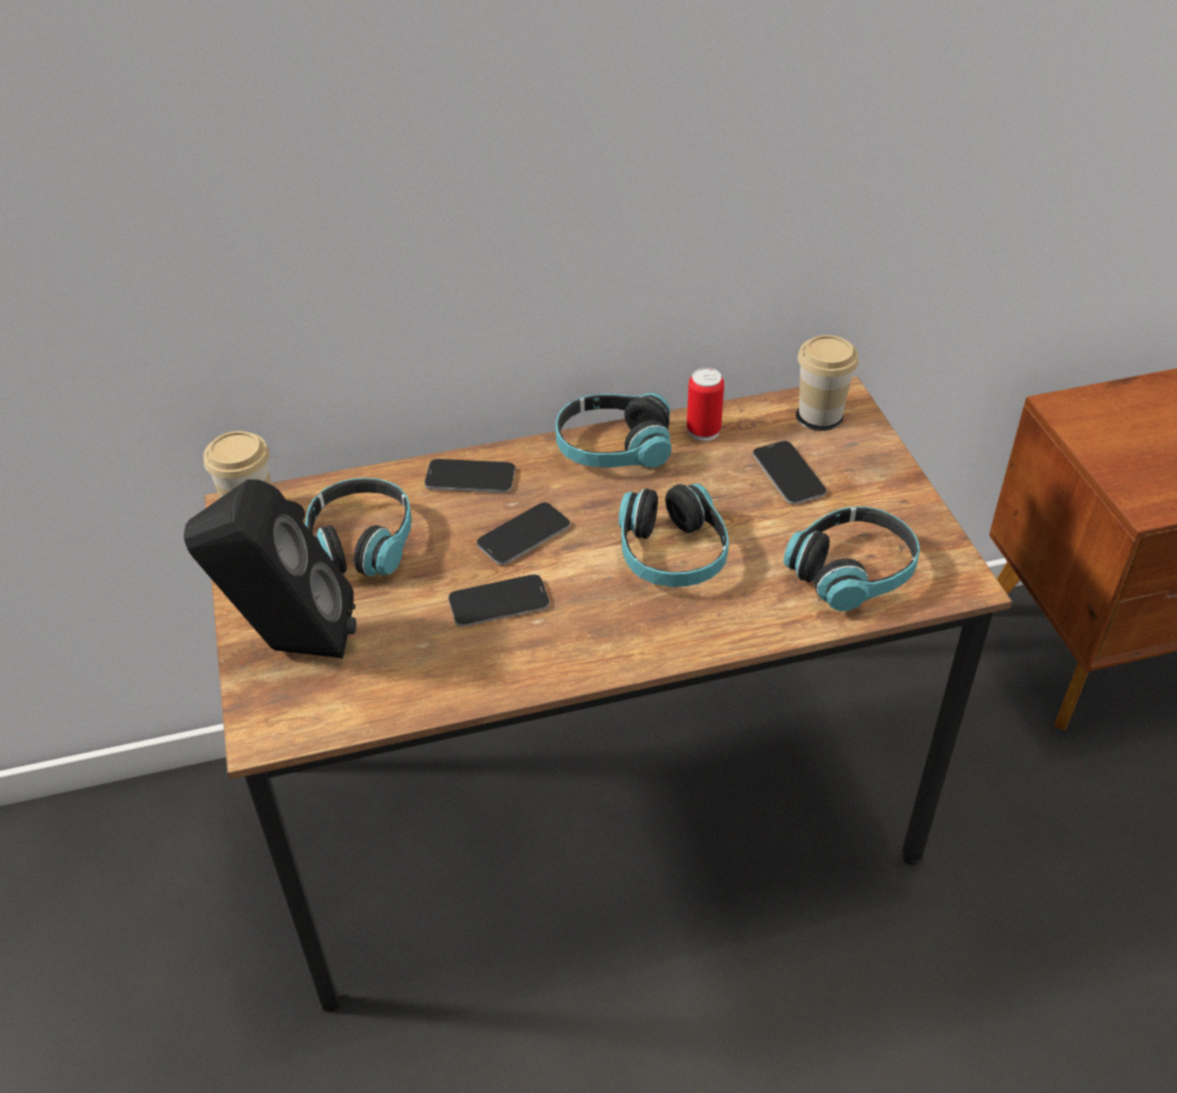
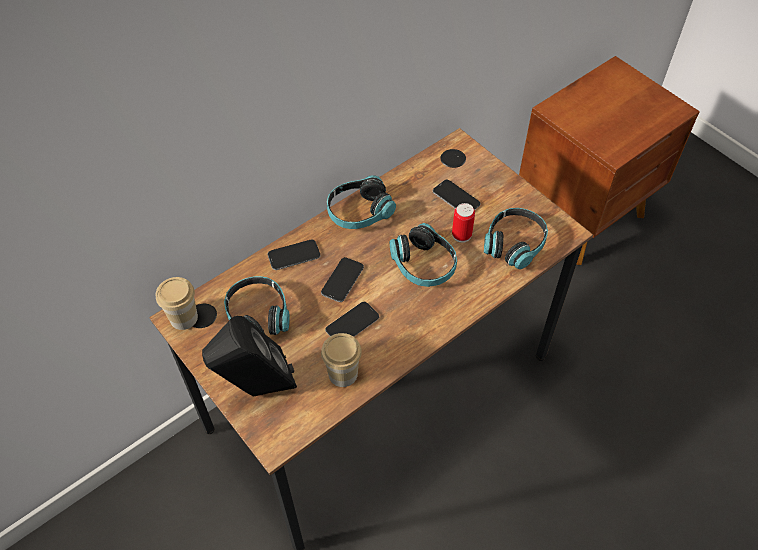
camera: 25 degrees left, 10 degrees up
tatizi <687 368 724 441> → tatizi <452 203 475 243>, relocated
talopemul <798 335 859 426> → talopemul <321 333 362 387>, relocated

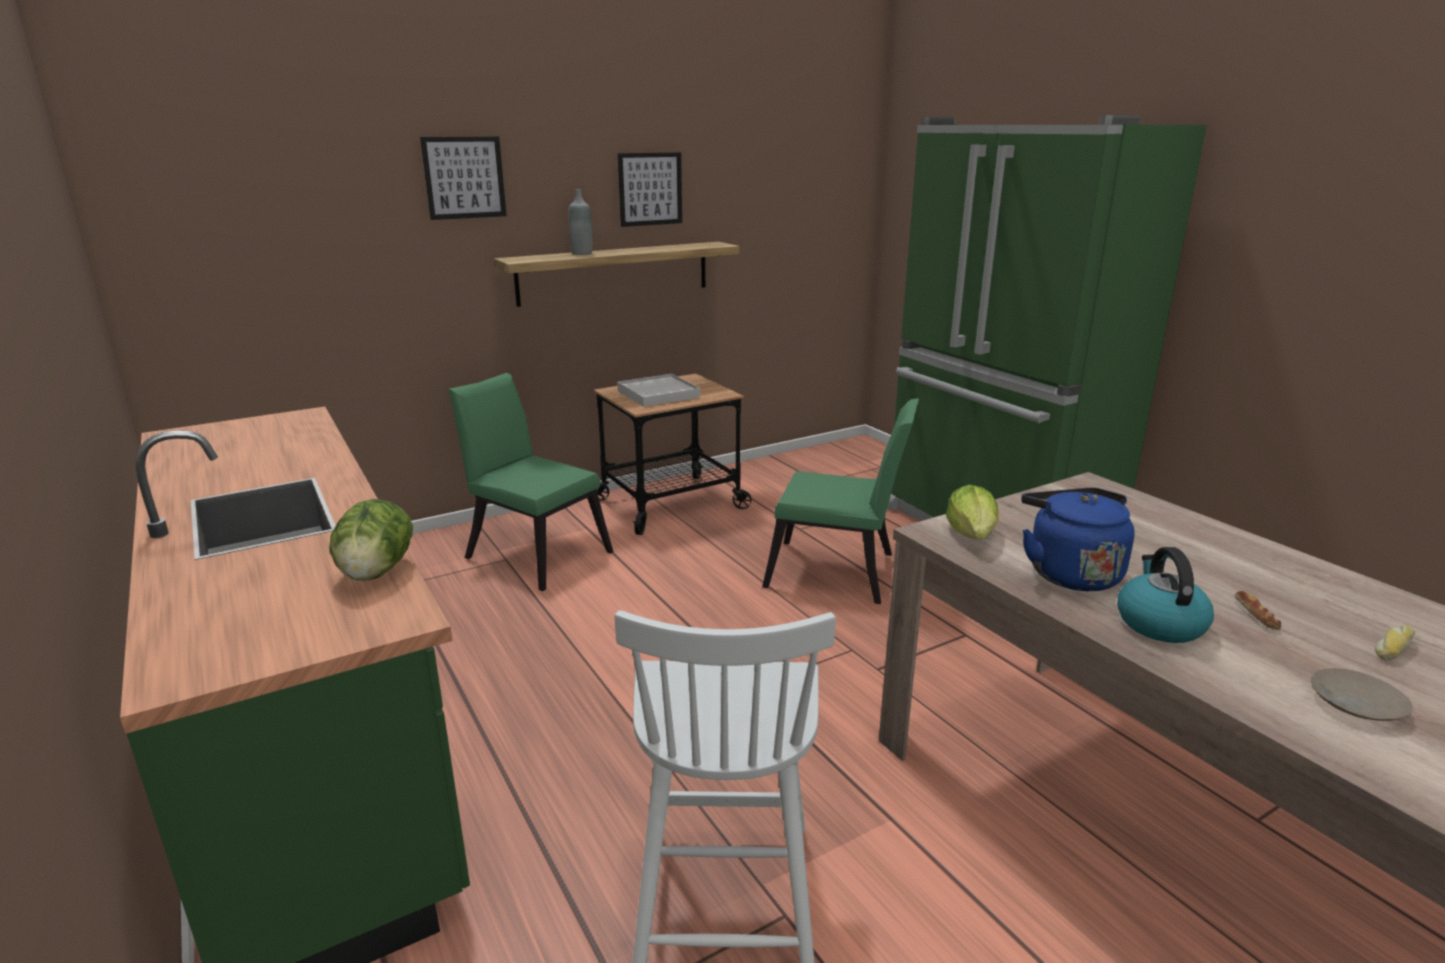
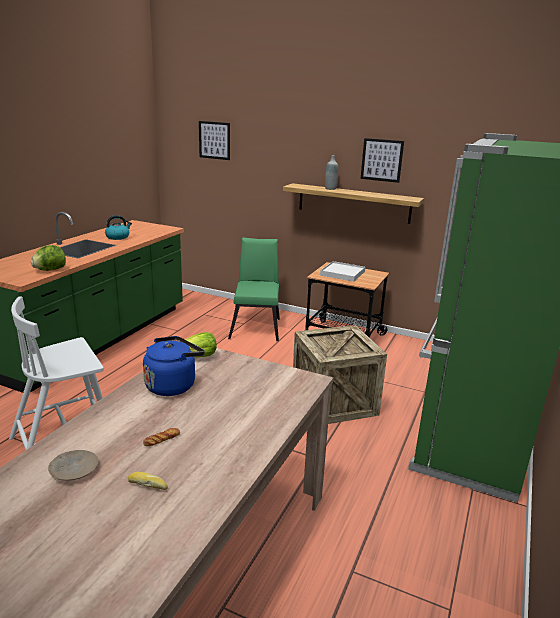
camera: 55 degrees right, 0 degrees up
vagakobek <420 137 507 220> → vagakobek <199 121 230 160>, relocated
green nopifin <762 398 919 604> → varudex <293 325 387 424>
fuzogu <1117 547 1214 643> → fuzogu <105 215 132 240>, relocated

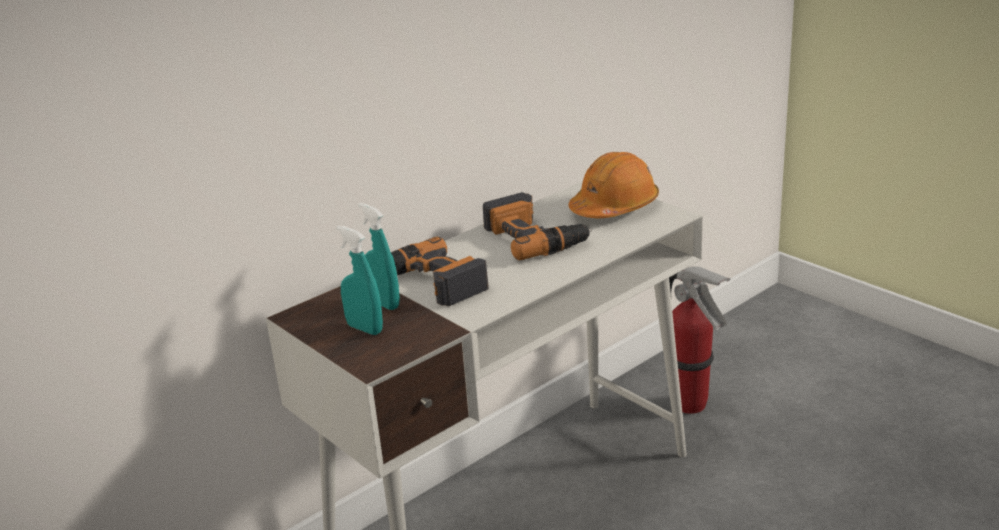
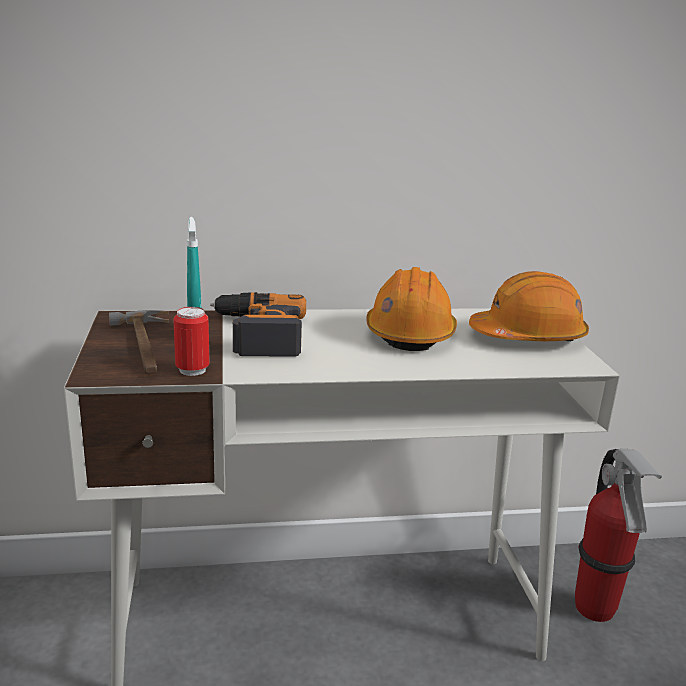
camera: 30 degrees right, 5 degrees down
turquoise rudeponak <336 226 383 335> → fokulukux <109 310 169 373>
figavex <483 192 592 261> → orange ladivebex <366 267 457 351>
- → tatizi <173 307 210 376>

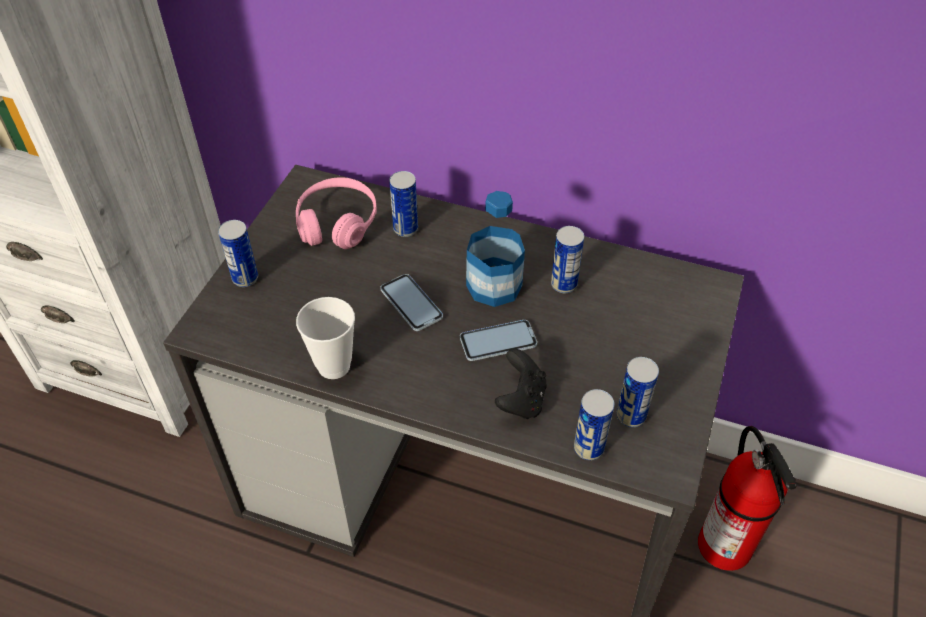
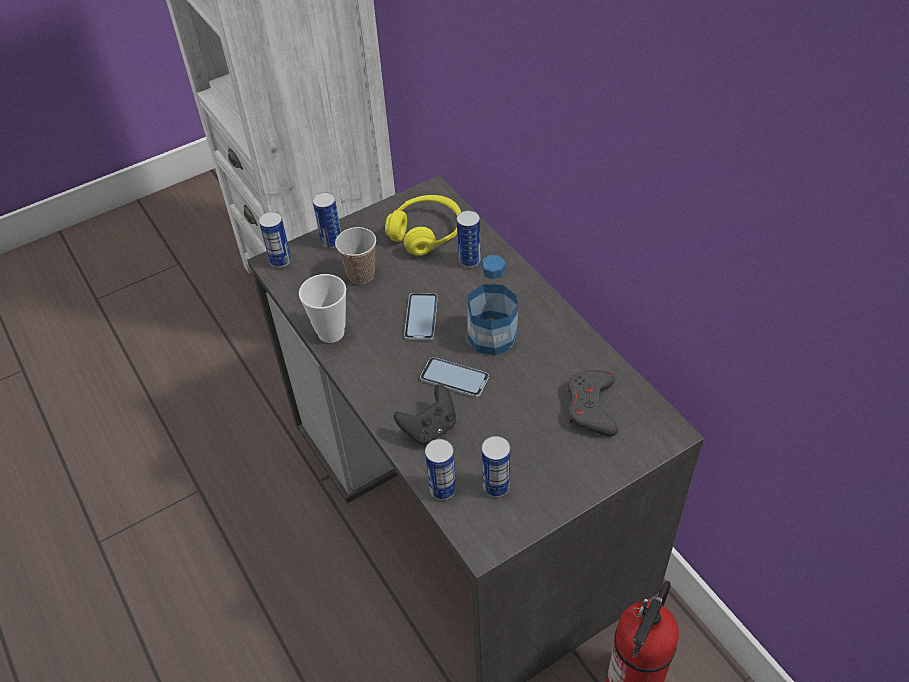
camera: 40 degrees right, 0 degrees up
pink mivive <296 177 377 249> → yellow mivive <385 195 461 256>
tatizi <551 226 584 293> → tatizi <259 212 291 269>, relocated
- → talopemul <335 227 376 284>
- → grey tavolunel <568 370 618 436>

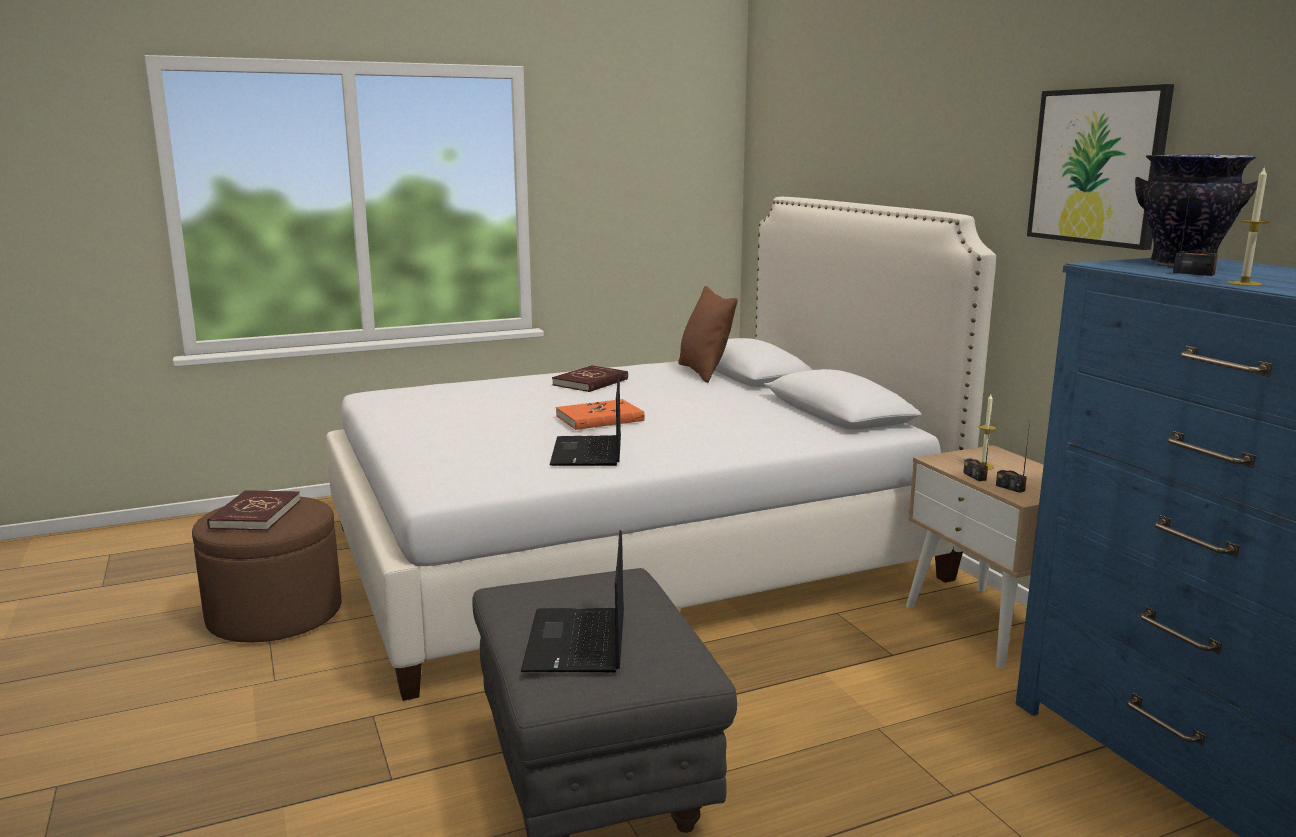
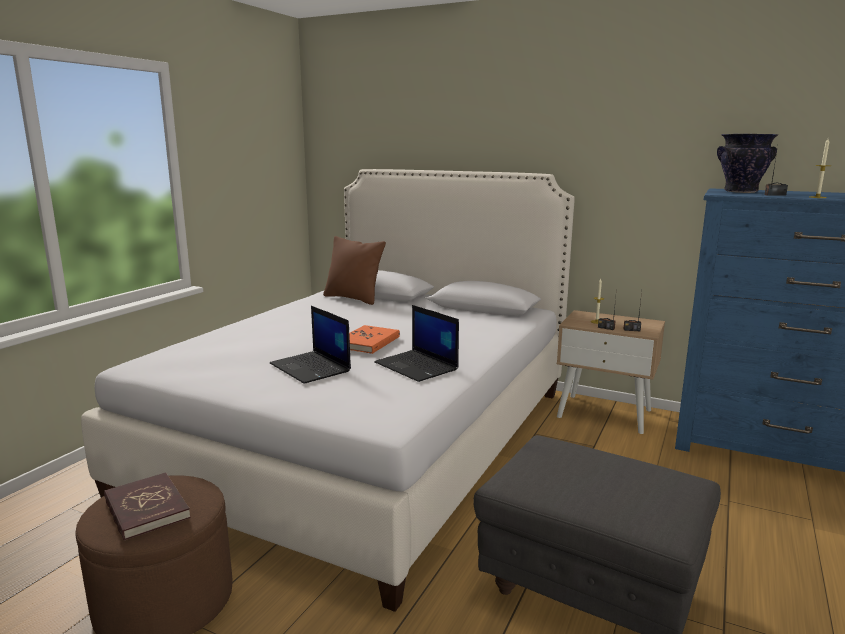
camera: 40 degrees left, 0 degrees up
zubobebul <521 530 624 673> → zubobebul <270 306 351 384>, relocated
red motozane <552 365 628 392> → -
vagakobek <1027 84 1174 250> → -

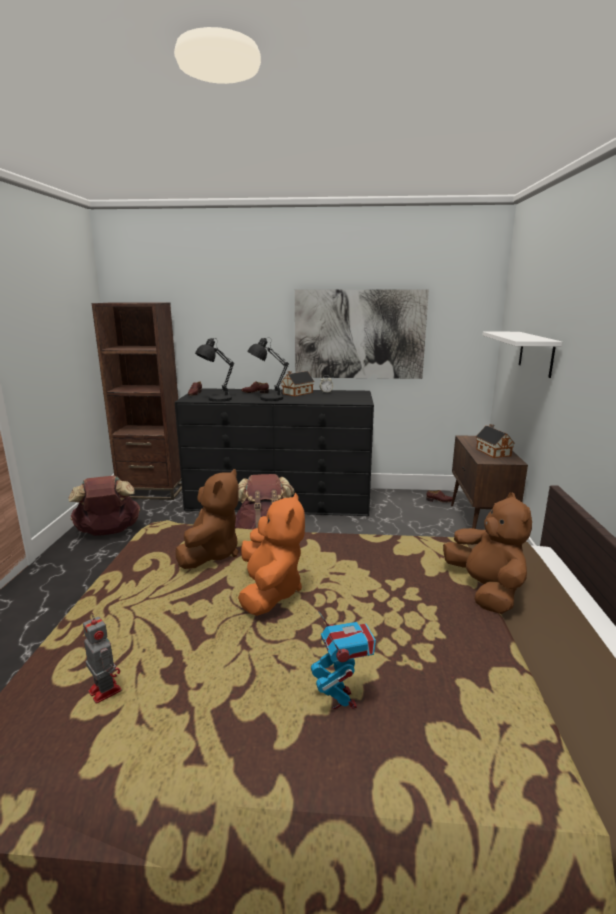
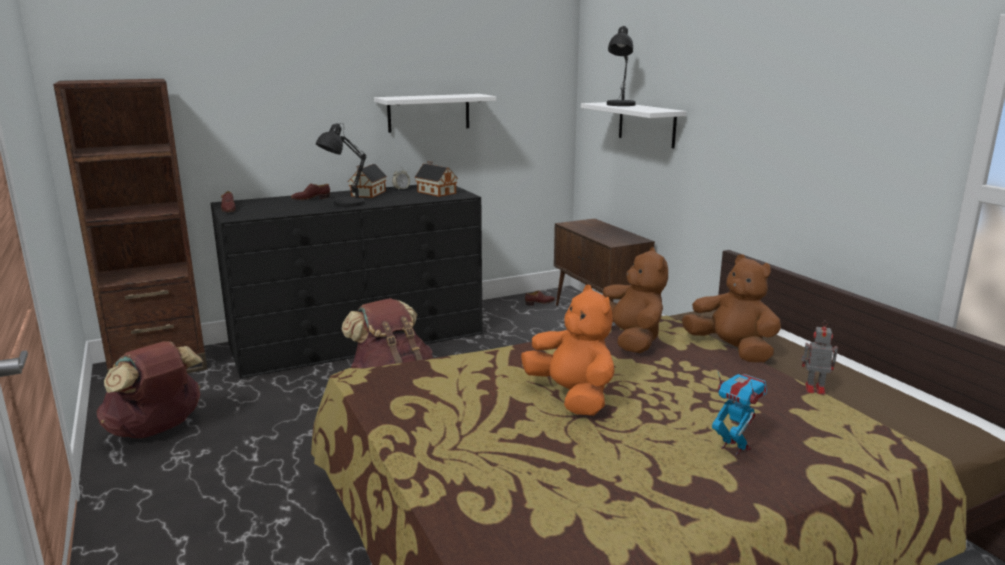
camera: 30 degrees left, 0 degrees up
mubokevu <83 613 122 704> → mubokevu <801 321 838 395>, relocated
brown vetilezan <175 469 239 569> → brown vetilezan <603 247 668 353>, relocated
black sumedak <195 338 234 402> → black sumedak <607 26 636 106>, relocated
vagakobek <295 289 429 379> → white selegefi <374 94 496 133>
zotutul <476 424 515 458> → zotutul <414 161 458 197>, relocated

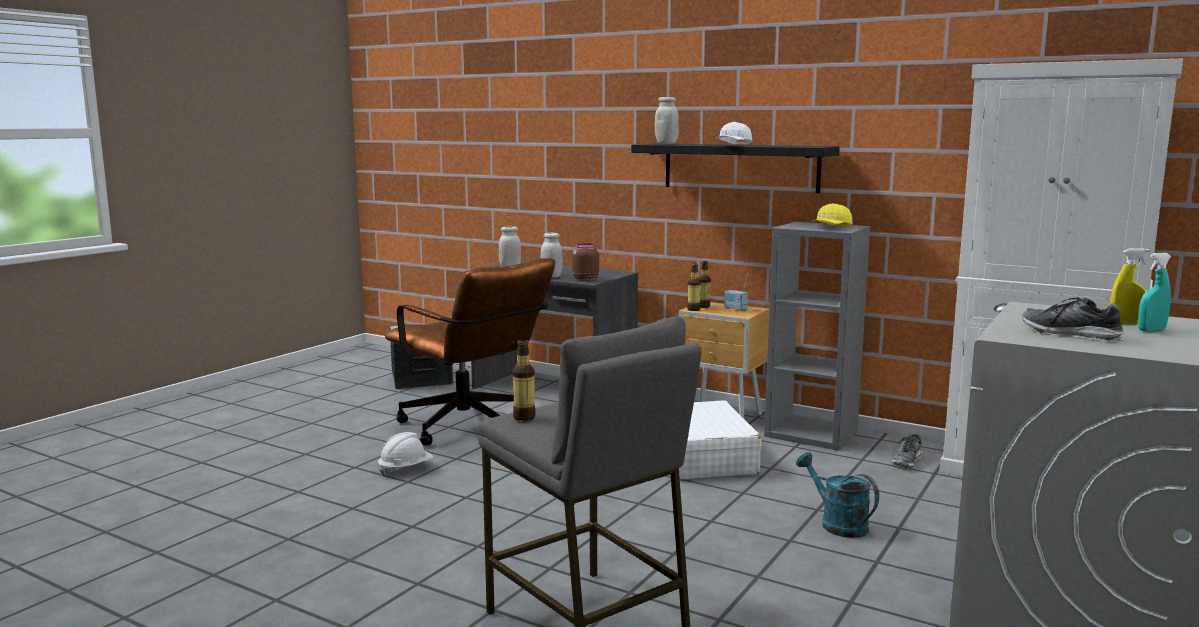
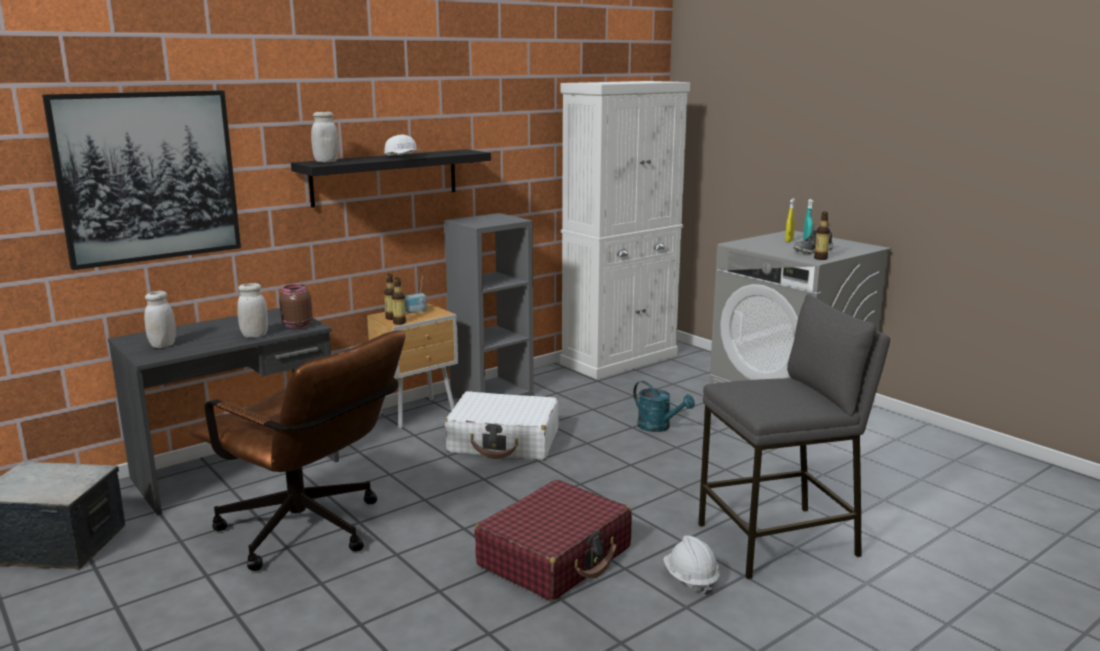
camera: 70 degrees left, 5 degrees up
white ladivebex <378 432 433 476> → white ladivebex <663 535 720 595>, relocated
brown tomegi <385 258 555 445> → brown tomegi <190 330 405 571>, 60 degrees clockwise
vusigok <513 339 536 421> → vusigok <814 212 830 260>, relocated
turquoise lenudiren <796 452 879 538> → turquoise lenudiren <633 381 695 432>, 120 degrees counterclockwise
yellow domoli <811 203 853 227> → -
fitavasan <891 434 922 468> → -
- → vagakobek <42 90 241 270>
- → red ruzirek <474 480 632 601>

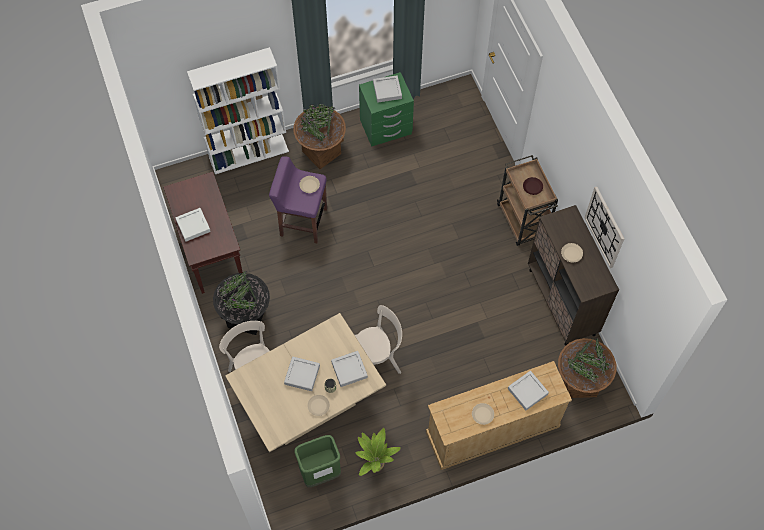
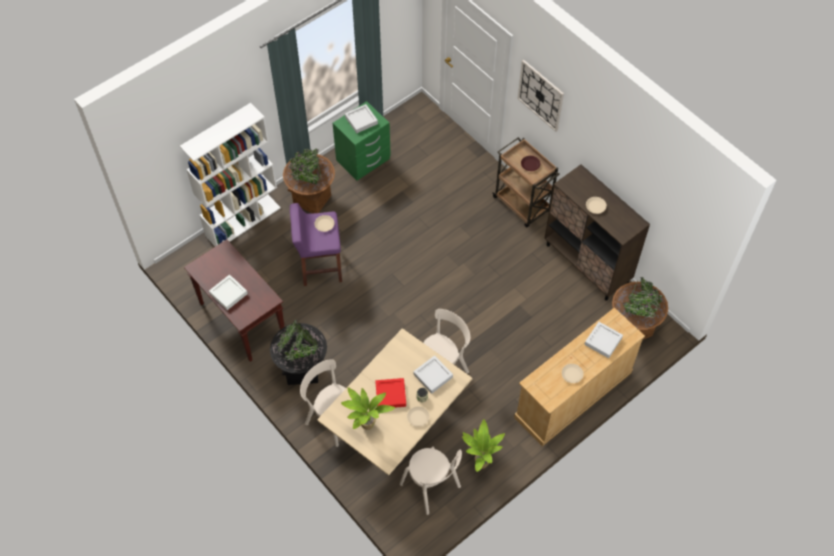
camera: 20 degrees left, 5 degrees down
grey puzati <284 357 320 391> → red puzati <375 378 406 408>
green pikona <294 435 341 487> → beige nopifin <400 446 462 515>
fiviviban <585 187 624 268> → fiviviban <518 60 564 132>, relocated
- → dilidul <341 387 395 430>

